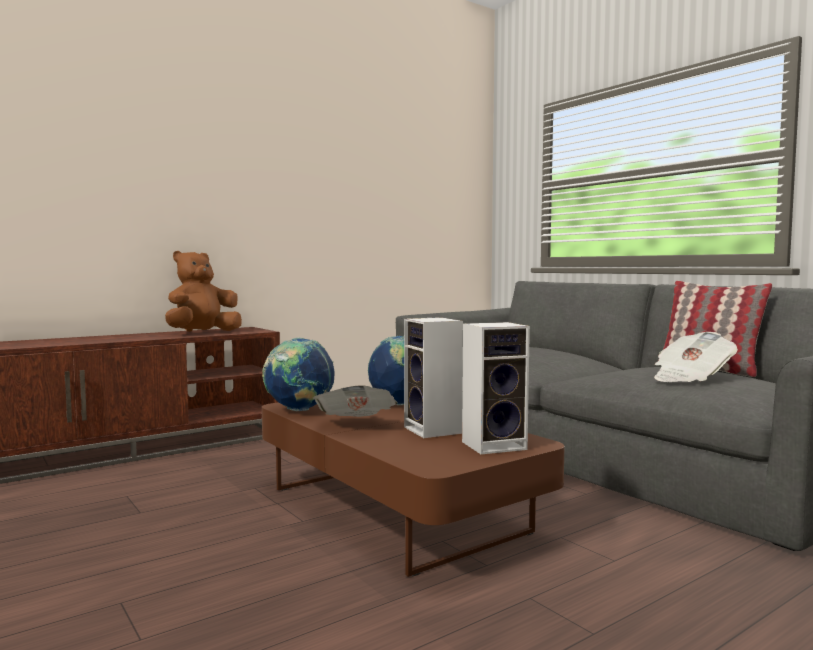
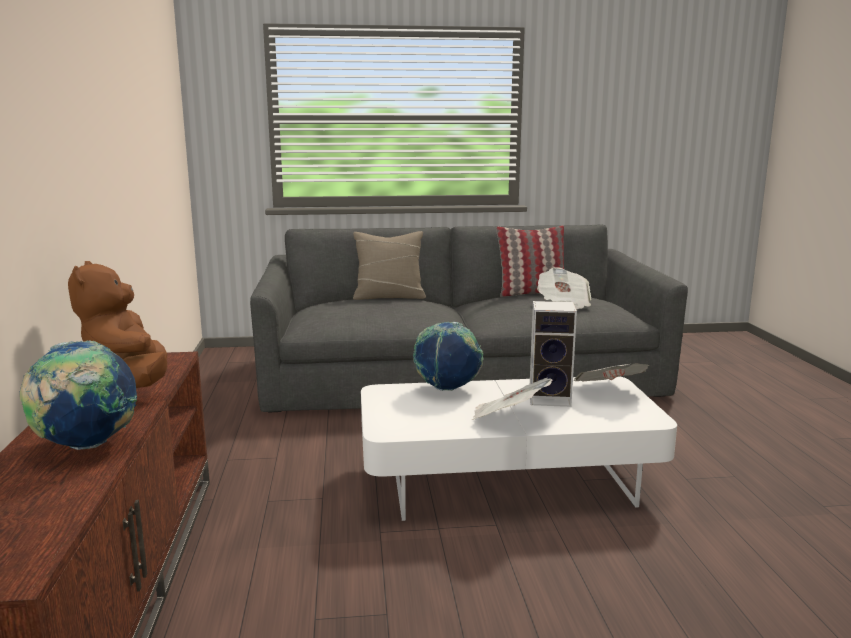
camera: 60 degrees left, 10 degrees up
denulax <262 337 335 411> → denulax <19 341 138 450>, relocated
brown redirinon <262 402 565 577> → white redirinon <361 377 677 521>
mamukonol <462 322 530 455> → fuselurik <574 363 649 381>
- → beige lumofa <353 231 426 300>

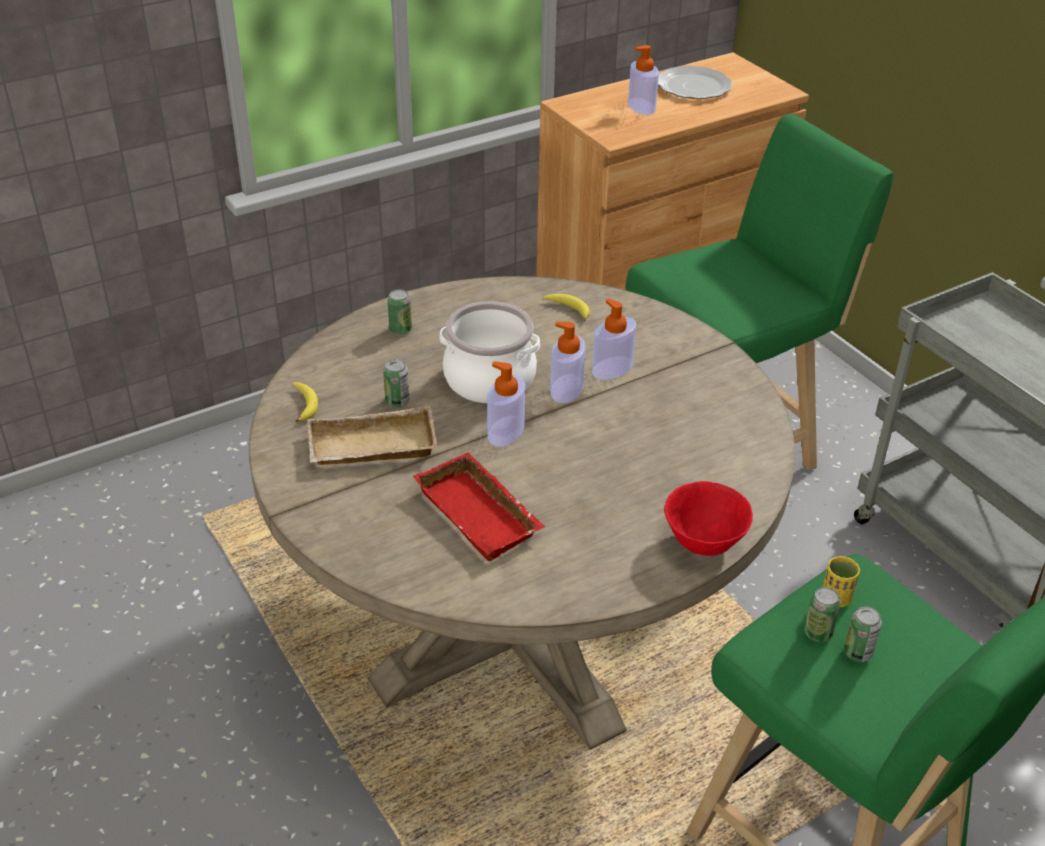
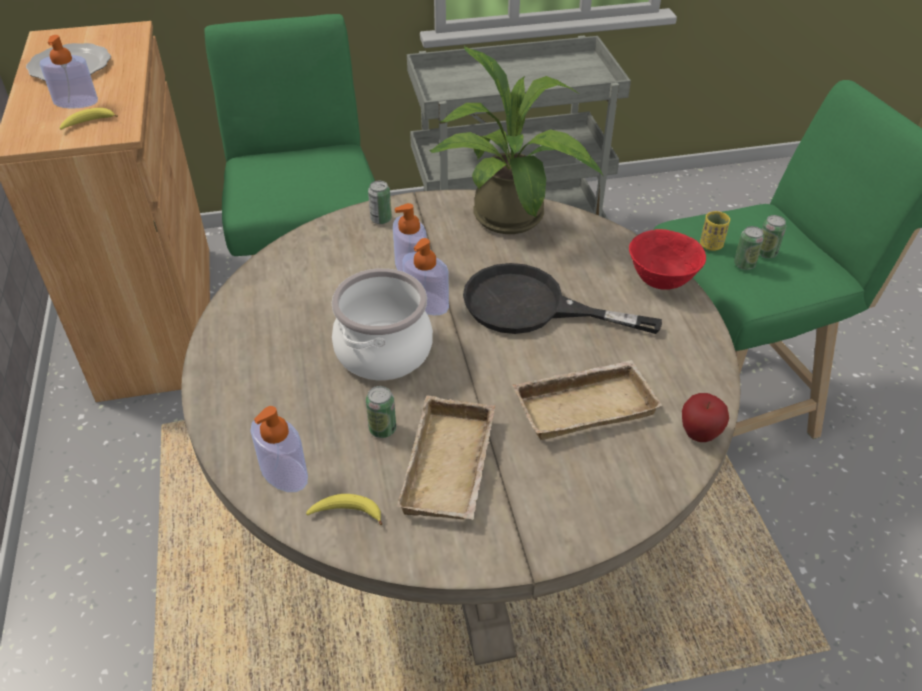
camera: 70 degrees left, 5 degrees up
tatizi <387 289 412 335> → tatizi <368 181 392 224>, relocated
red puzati <413 452 545 561> → beige puzati <512 360 662 440>
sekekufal <487 361 525 447> → sekekufal <250 406 308 492>, relocated
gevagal <543 294 590 321> → gevagal <60 108 118 130>, relocated
- → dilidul <430 46 603 234>
- → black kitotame <463 263 662 334>
- → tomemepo <682 393 729 442>

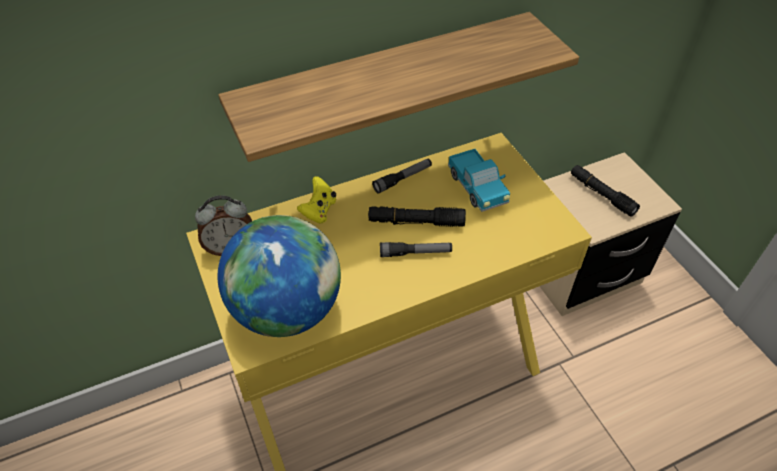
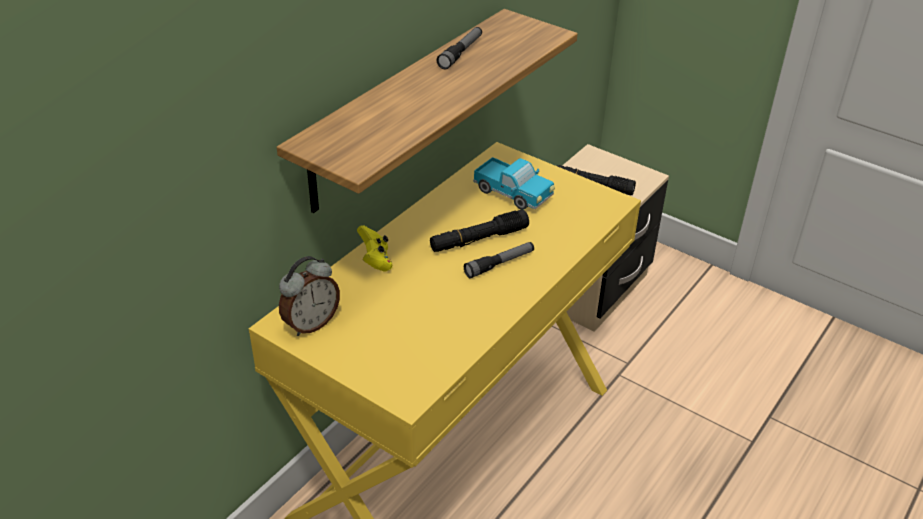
camera: 30 degrees left, 10 degrees down
denulax <218 215 341 337> → -
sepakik <372 158 432 193> → sepakik <436 27 482 70>, relocated

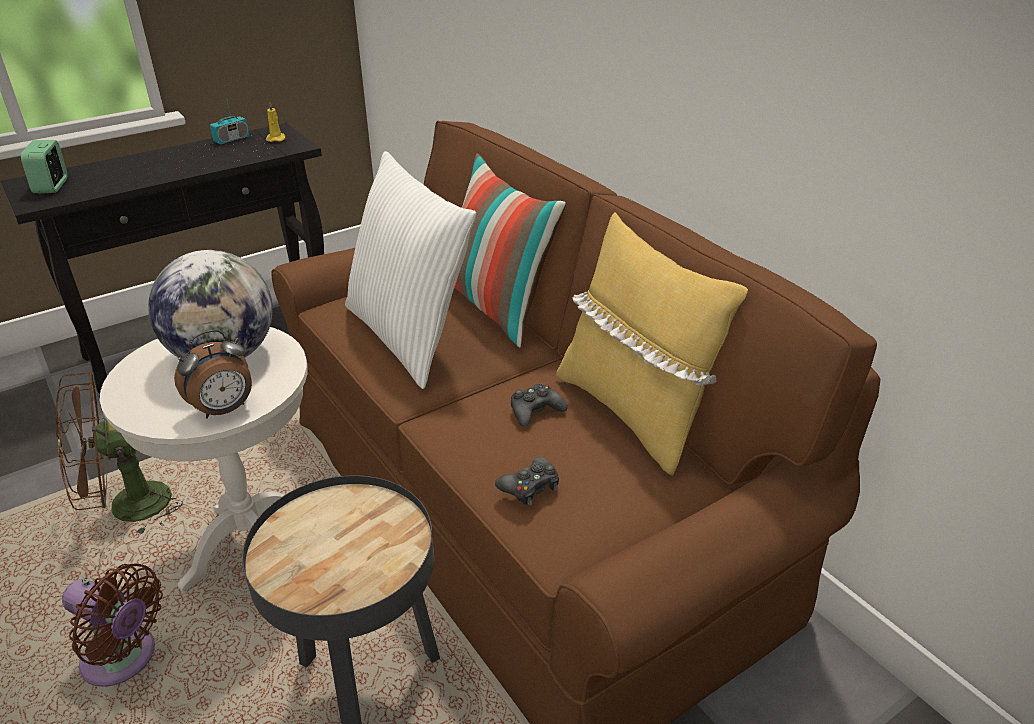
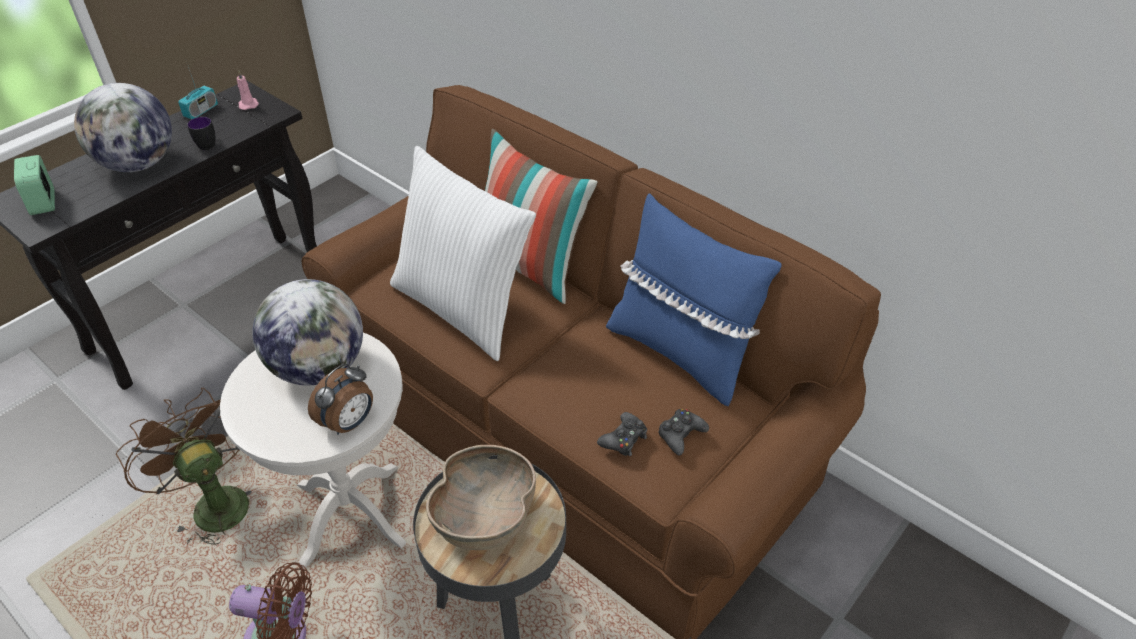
camera: 15 degrees left, 10 degrees up
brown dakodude <56 371 184 537> → brown dakodude <116 388 252 546>, 90 degrees clockwise
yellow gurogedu <266 102 286 142> → pink gurogedu <237 71 259 110>
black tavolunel <511 383 568 426> → black tavolunel <658 409 709 456>, relocated
yellow lumofa <556 213 748 476> → blue lumofa <606 193 782 406>
- → denulax <74 83 172 172>
- → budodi <187 117 215 150>
- → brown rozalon <426 445 536 550>

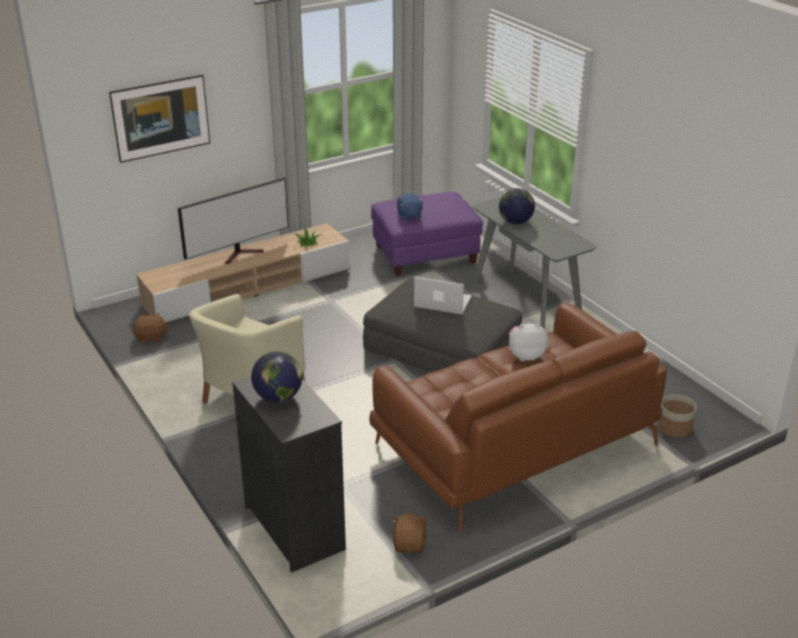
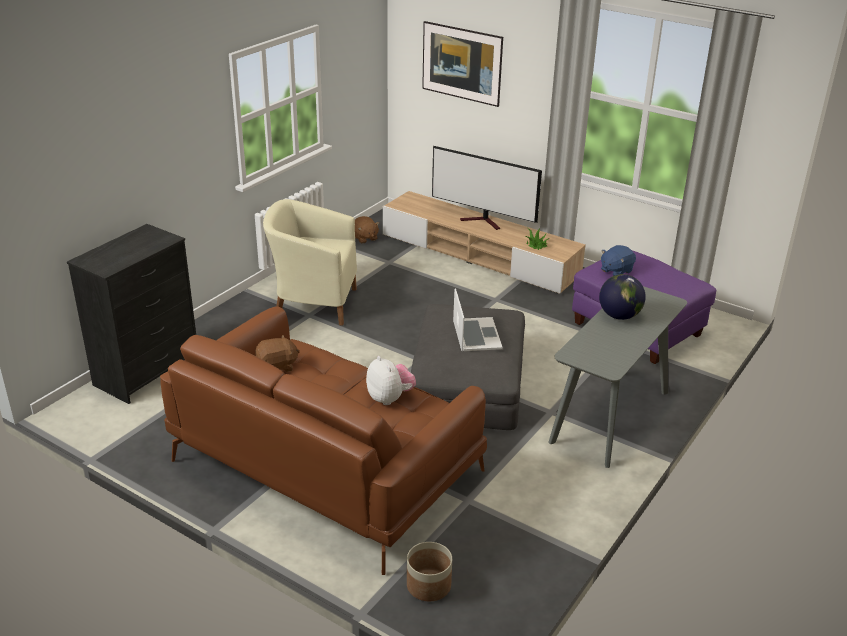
camera: 65 degrees right, 0 degrees up
denulax <251 351 302 402> → -
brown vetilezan <393 513 428 553> → brown vetilezan <255 335 300 372>, relocated

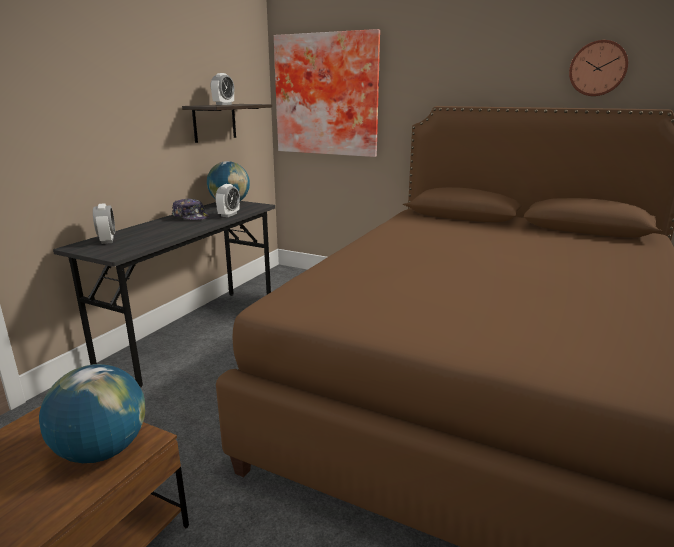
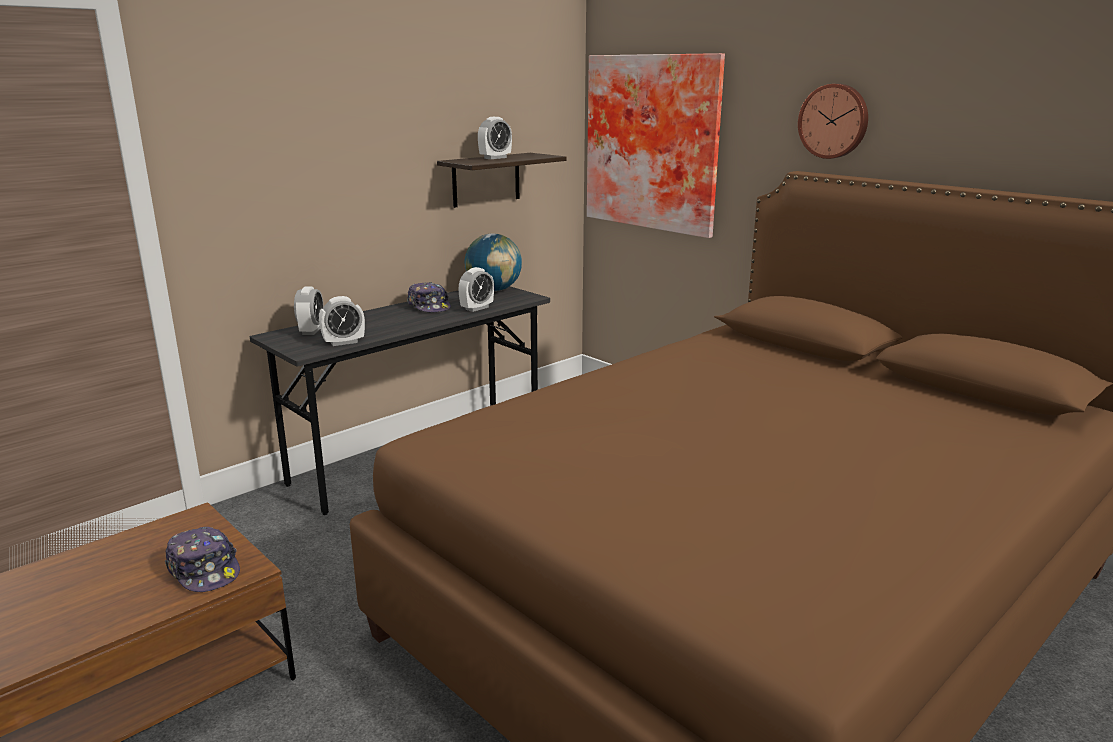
camera: 20 degrees right, 0 degrees up
denulax <39 364 145 463> → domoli <165 527 240 592>
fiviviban <569 40 628 96> → fiviviban <798 84 868 159>, relocated
- → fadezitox <319 296 365 346>

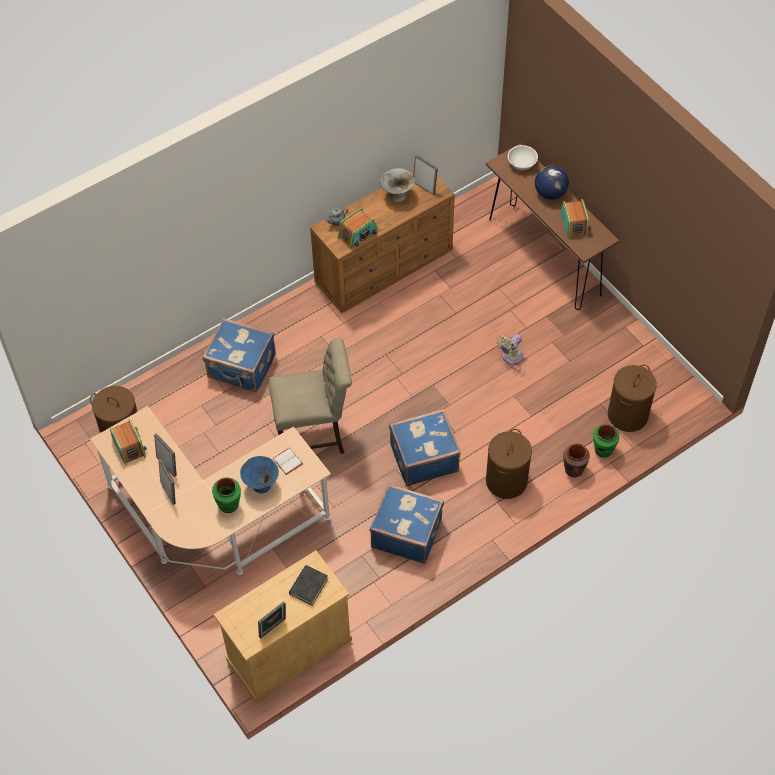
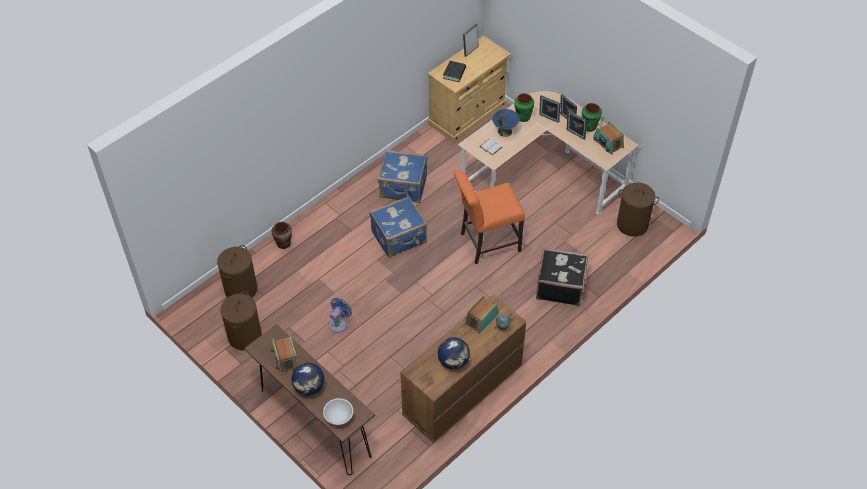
camera: 170 degrees right, 5 degrees down
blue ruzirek <203 318 276 392> → black ruzirek <536 248 588 306>
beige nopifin <269 338 352 454> → orange nopifin <454 170 525 264>
grey rozalon <380 168 415 202> → denulax <438 337 470 370>
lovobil <413 155 438 195> → lovobil <539 95 560 123>, relocated
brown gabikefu <486 429 532 499> → brown gabikefu <220 292 262 350>, relocated
beige dakodude <496 334 523 365> → blue dakodude <329 298 352 333>
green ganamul <593 424 619 458> → green ganamul <582 103 602 132>, relocated

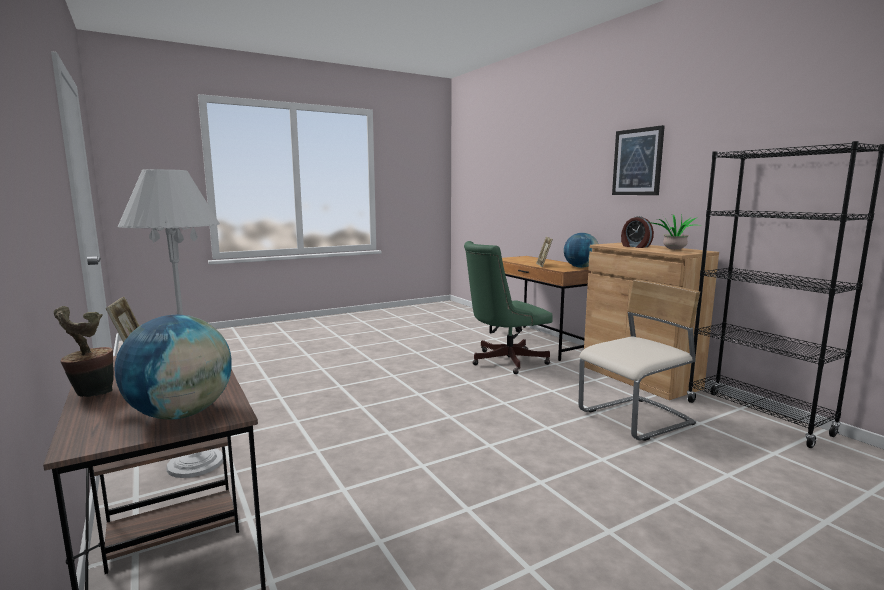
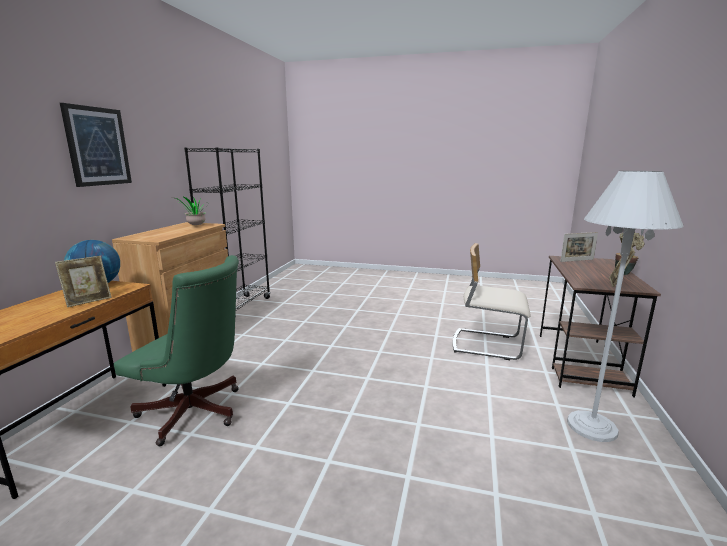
camera: 135 degrees left, 5 degrees up
denulax <114 315 231 420> → lovobil <560 232 598 262>
beige nopifin <578 280 700 441> → beige nopifin <452 243 530 360>, relocated
fadezitox <621 216 654 248> → -

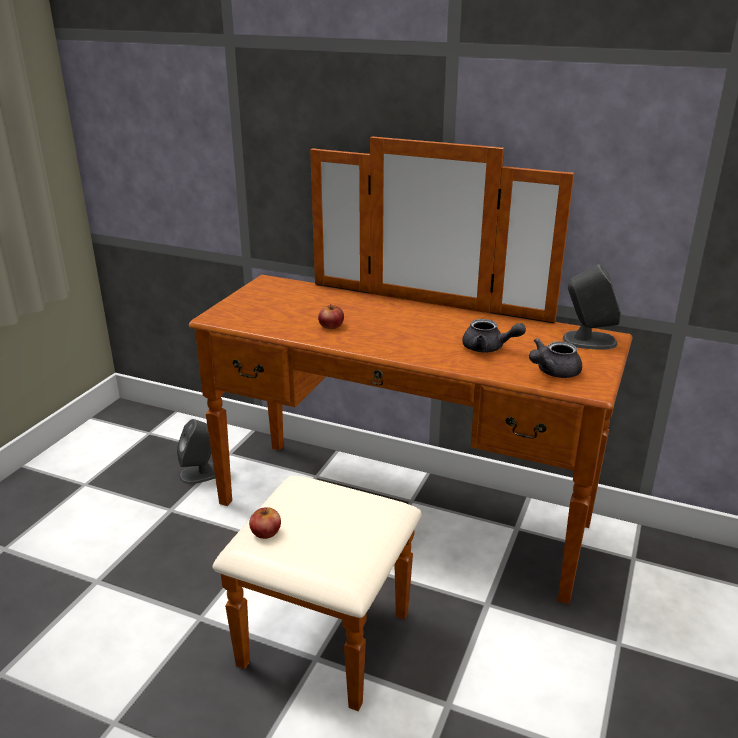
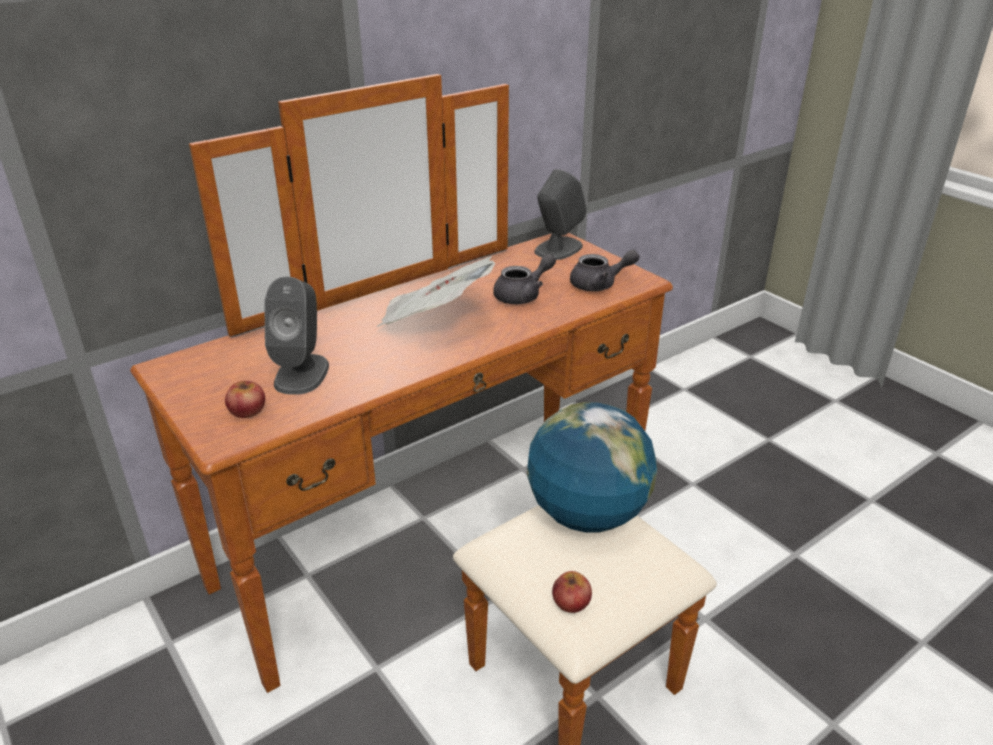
camera: 60 degrees left, 5 degrees up
grey mamukonol <177 419 215 484> → grey mamukonol <265 277 329 395>, relocated
tomemepo <318 305 344 329> → tomemepo <225 381 265 418>, relocated
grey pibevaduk <529 338 582 378> → grey pibevaduk <570 250 639 291>, 90 degrees counterclockwise
- → fuselurik <377 256 495 327>
- → denulax <527 402 657 533>

